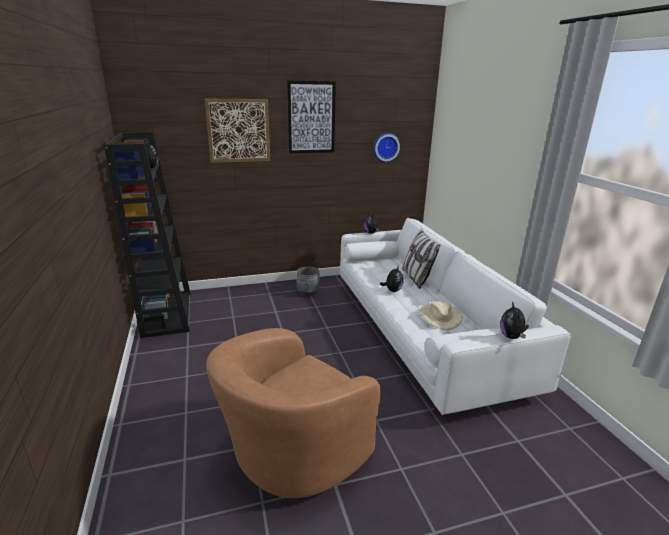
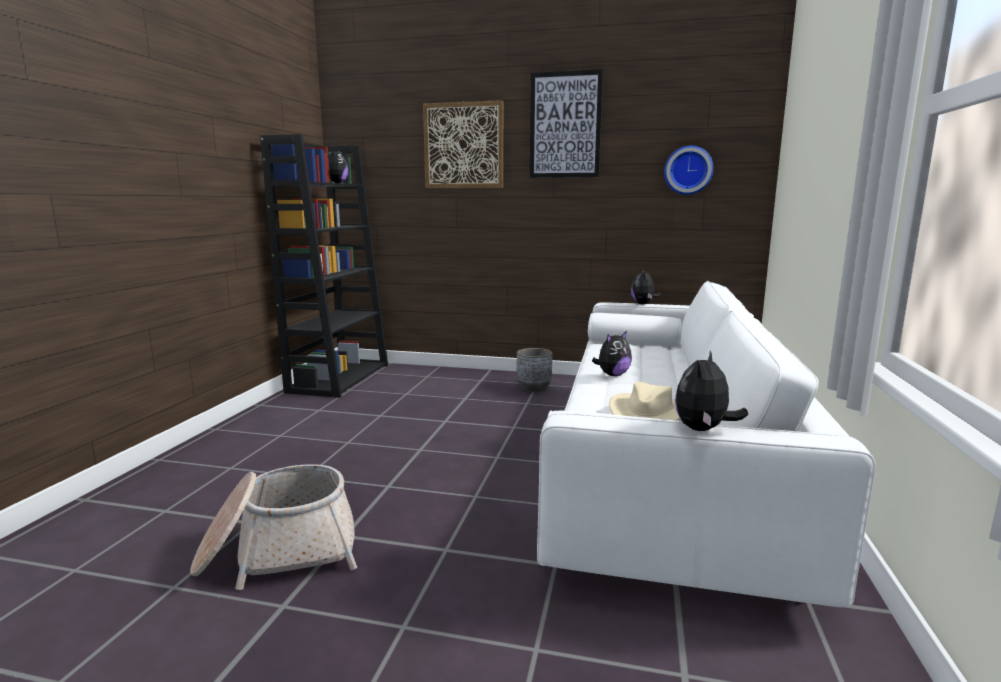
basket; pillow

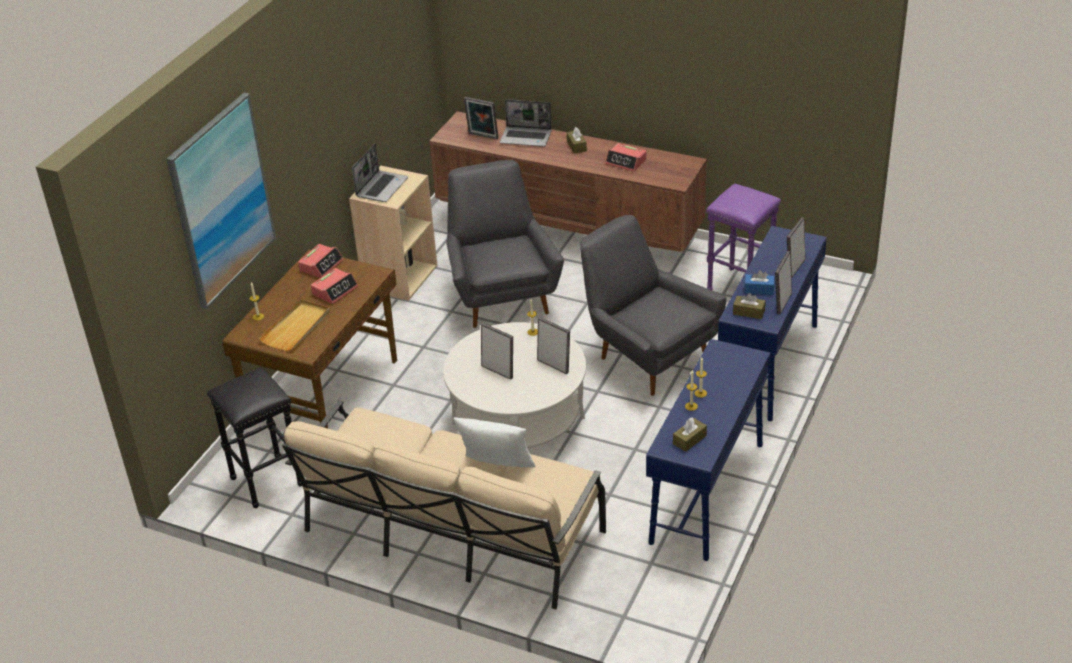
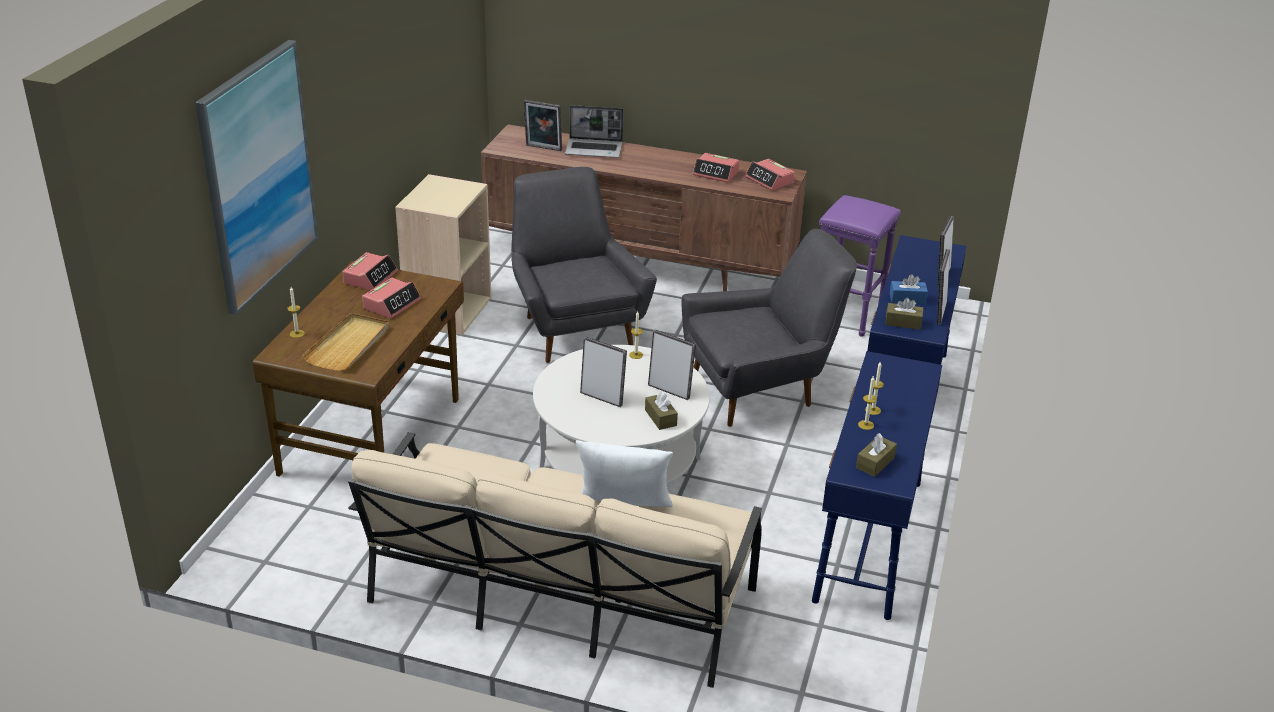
black stool; laptop (1st from left in the first image); brown tissue box (1st from left); grey armchair (2nd from left); alarm clock (4th from left)

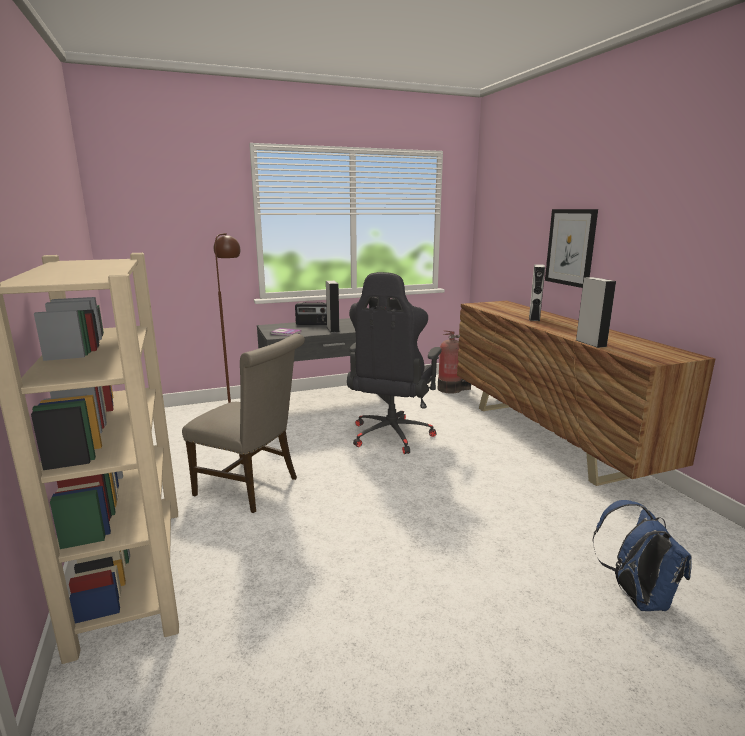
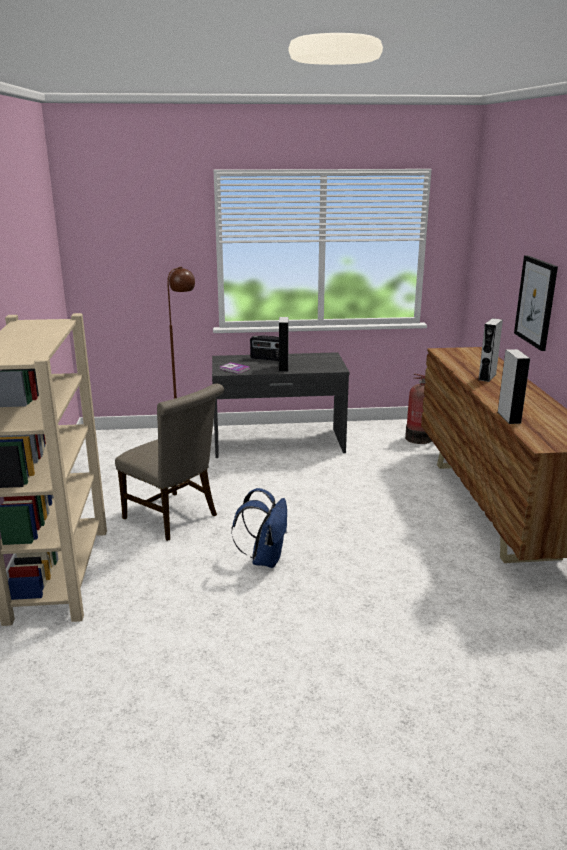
black office chair; blue backpack

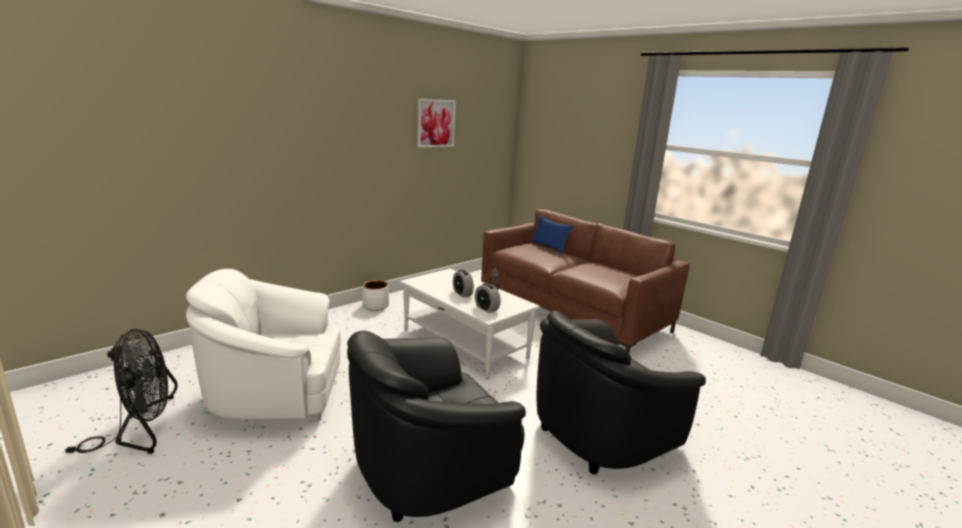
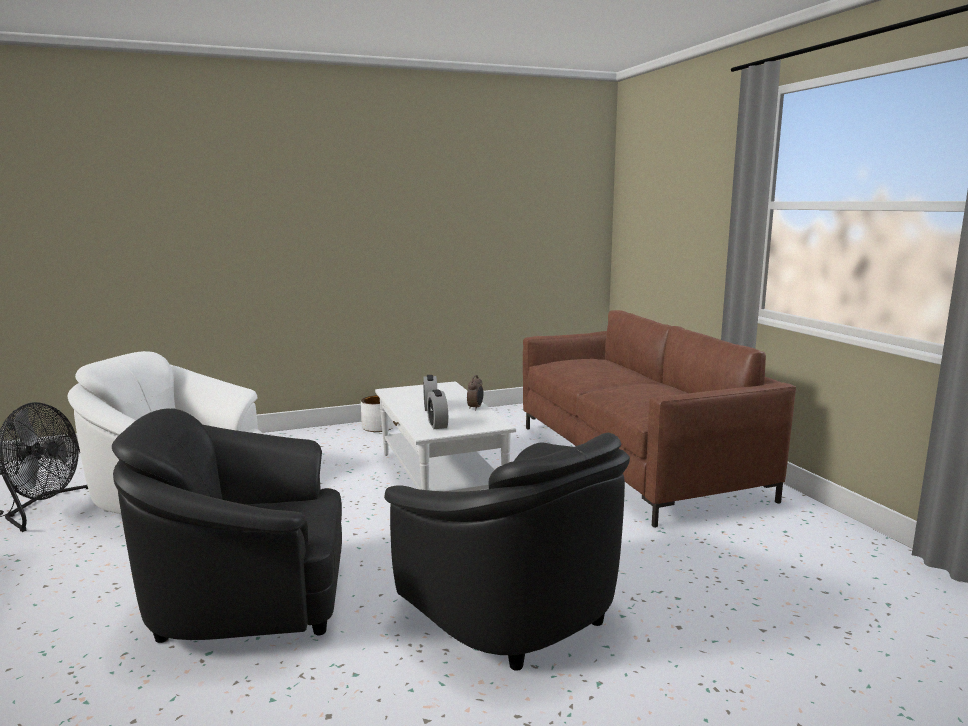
picture; blue pillow; black armchair (2nd from left)

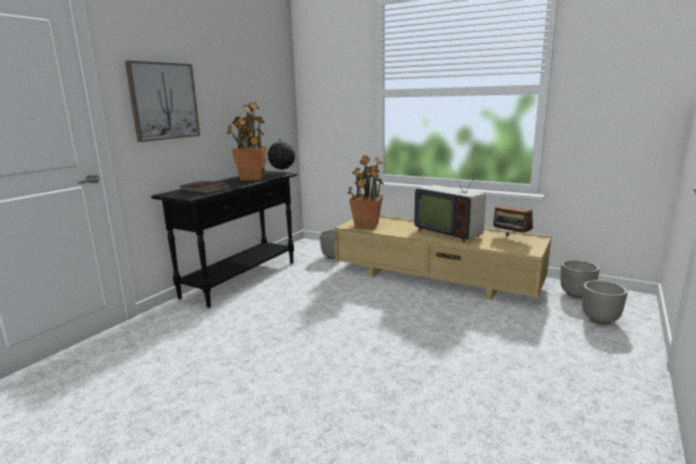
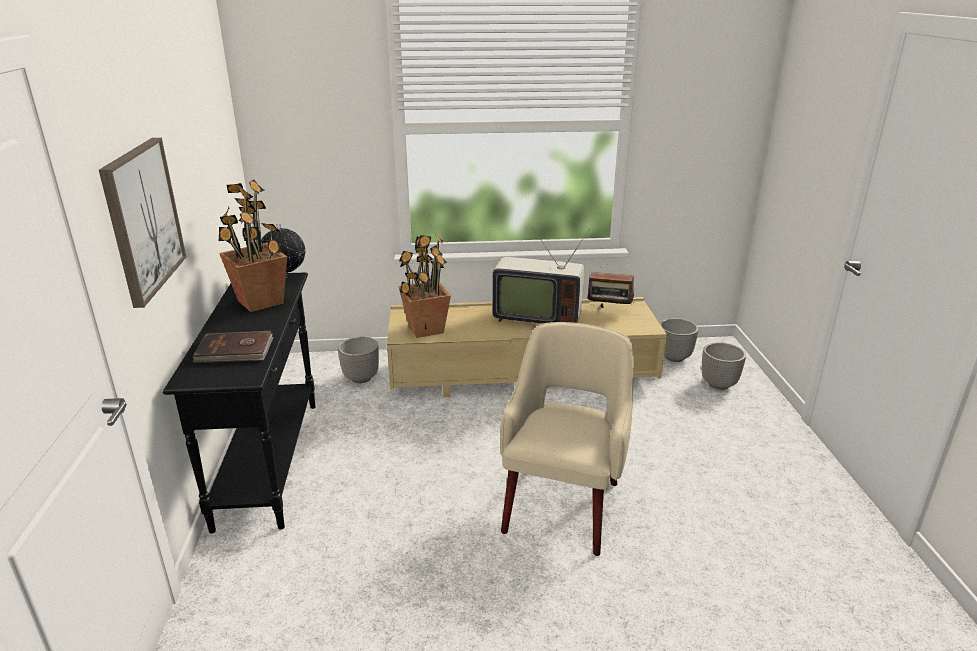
beige armchair

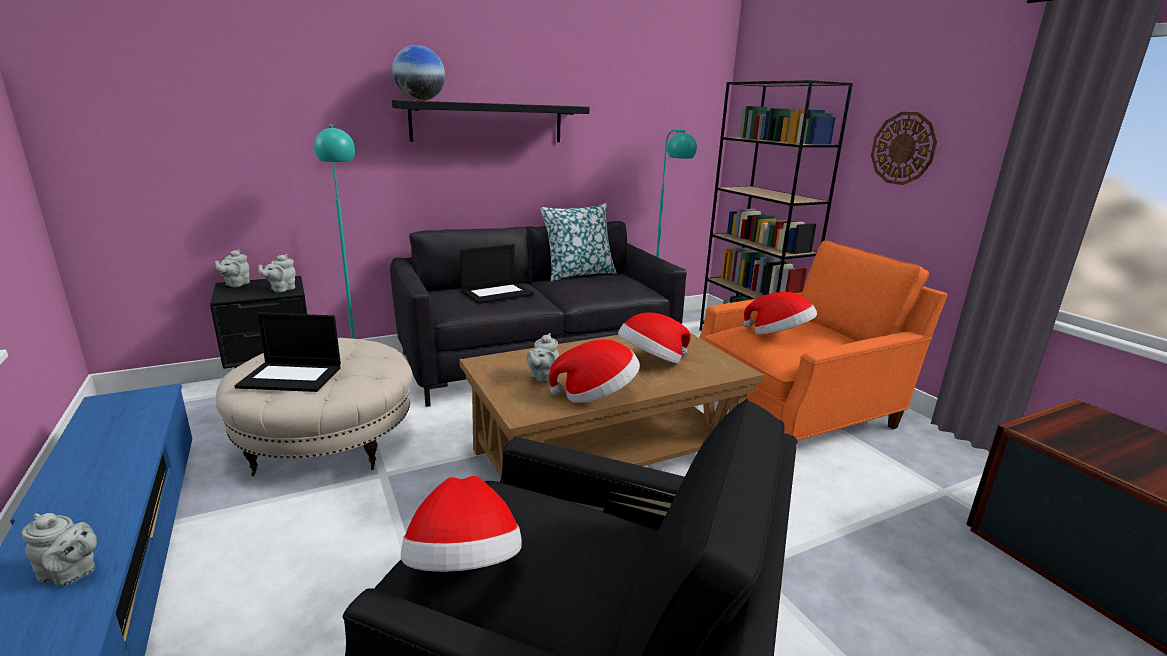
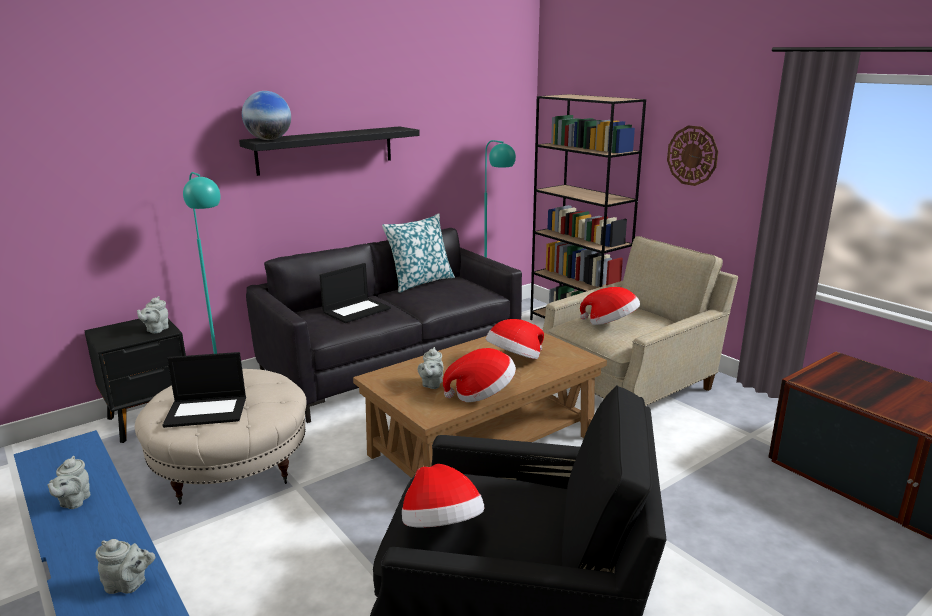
grey teapot (1st from left); beige armchair

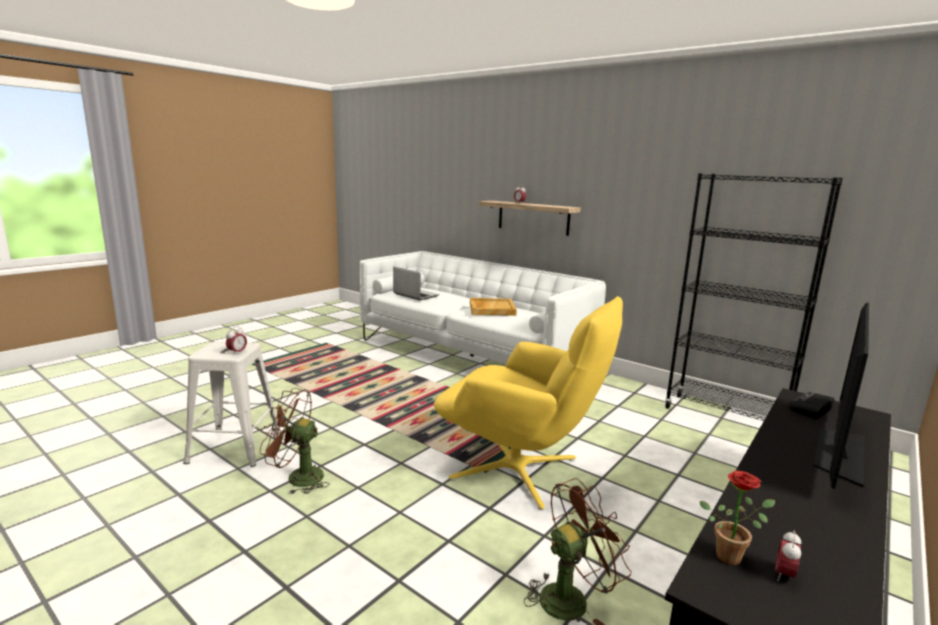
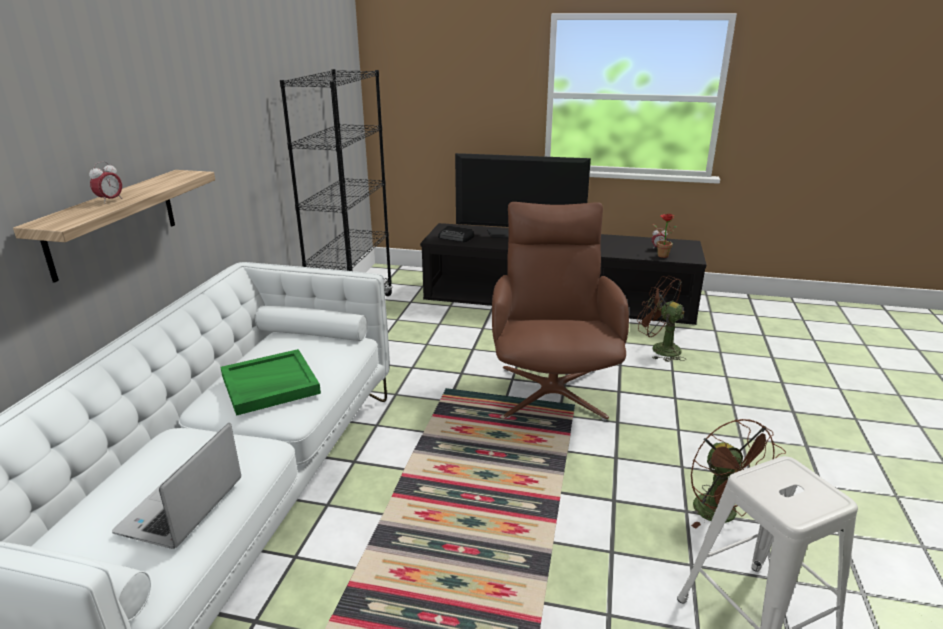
alarm clock (1st from left in the first image); brown armchair; green tray

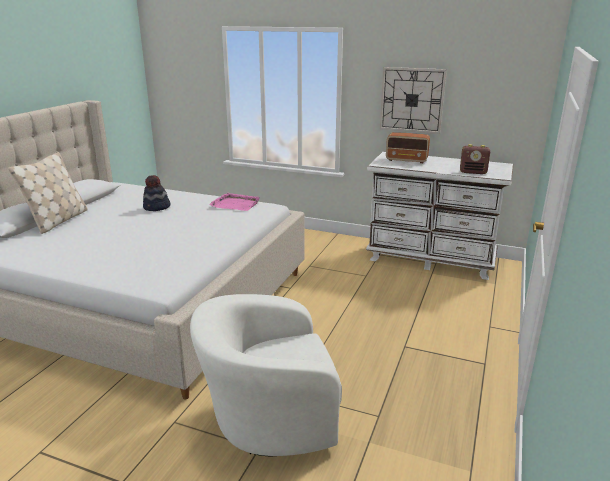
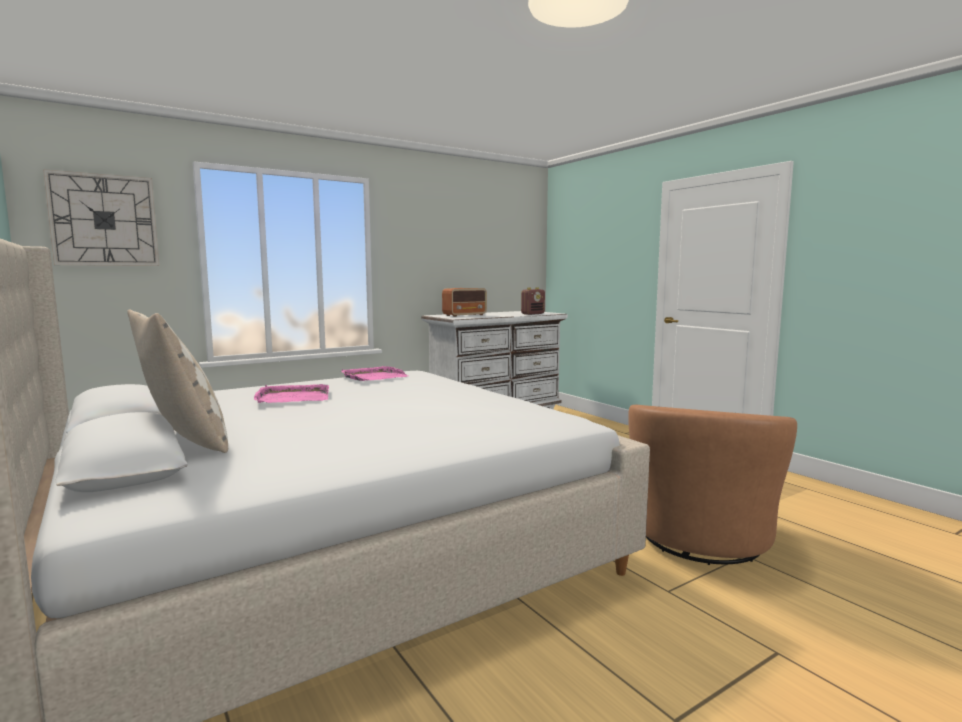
pink tray (1st from left); brown armchair; wall clock

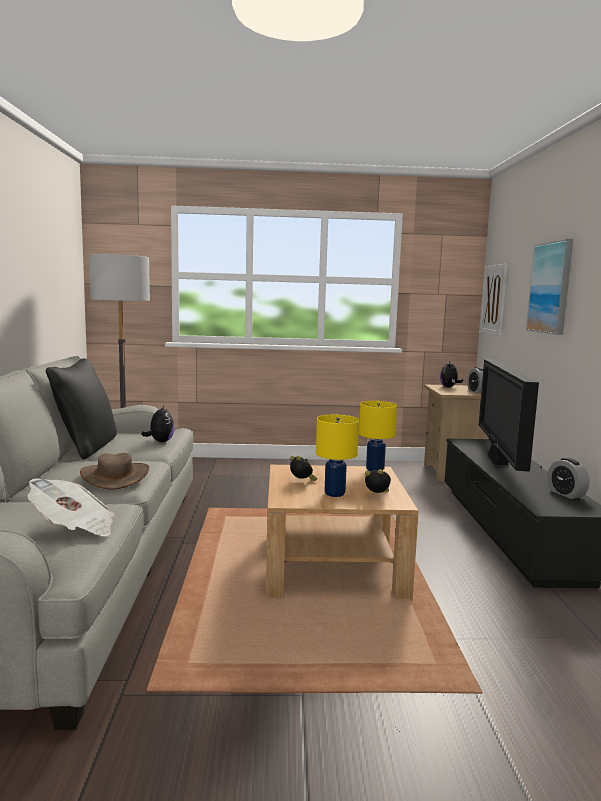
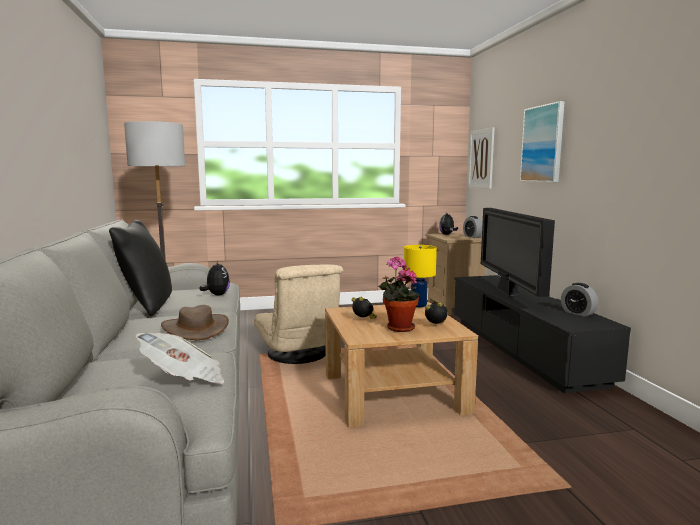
potted plant; beige armchair

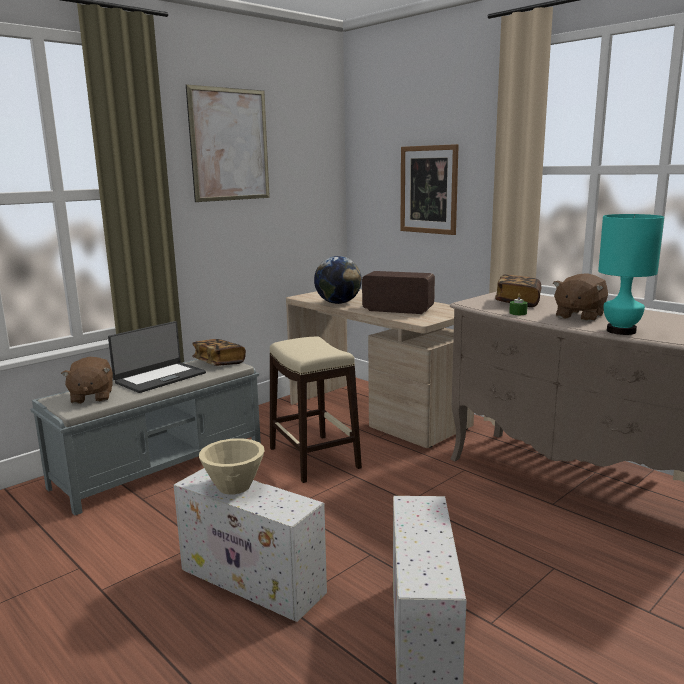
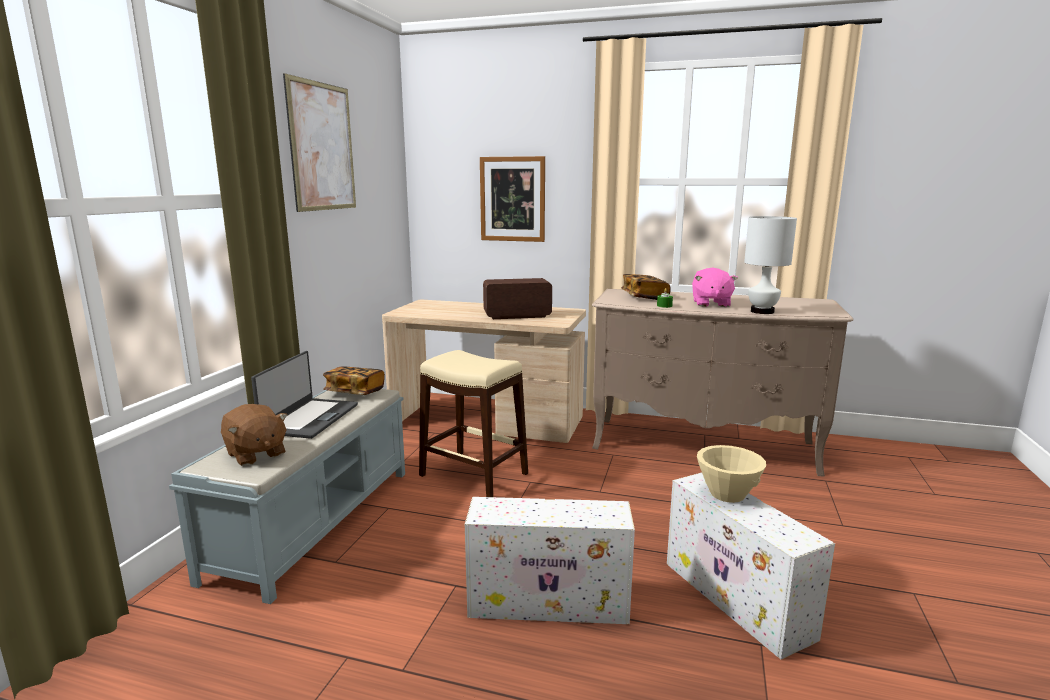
beige bowl; globe; pink plush toy; white table lamp

